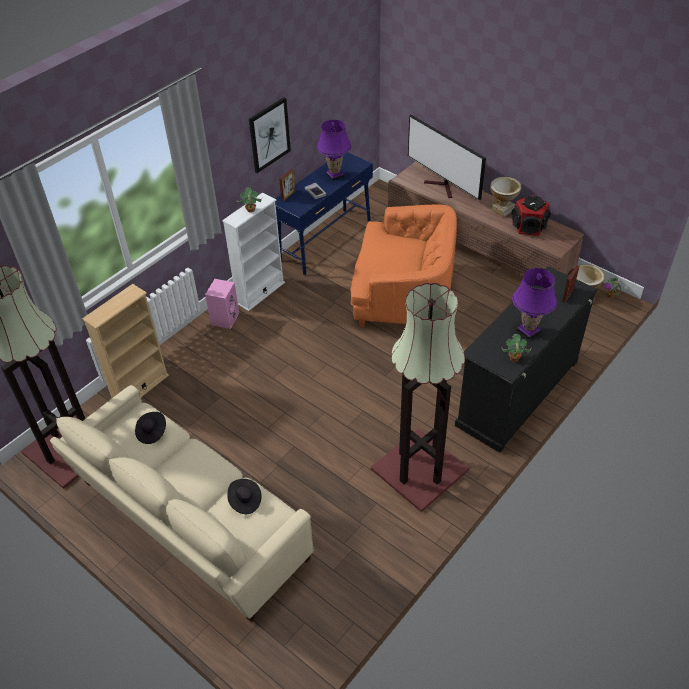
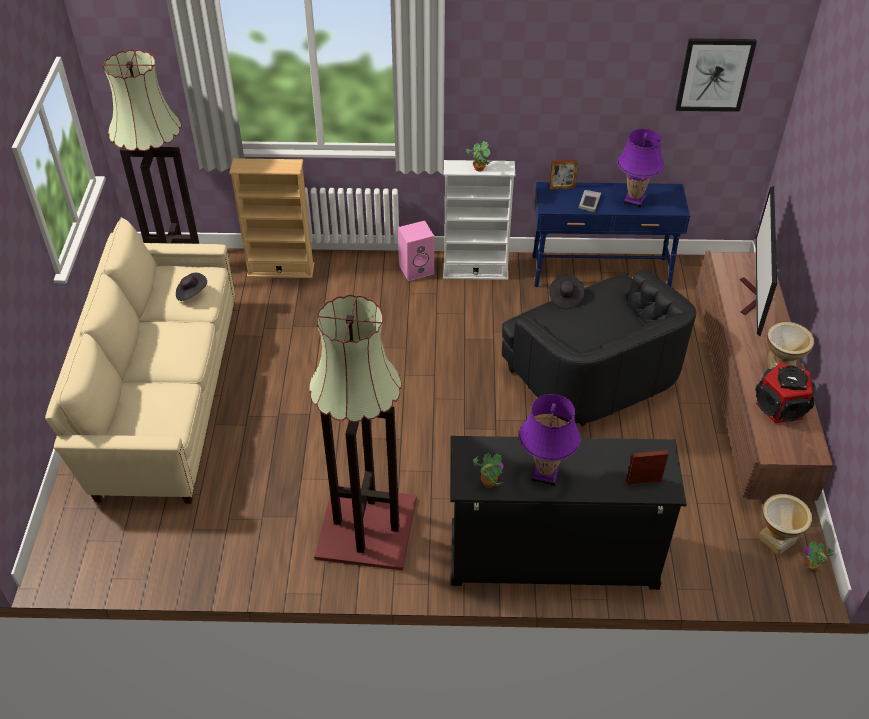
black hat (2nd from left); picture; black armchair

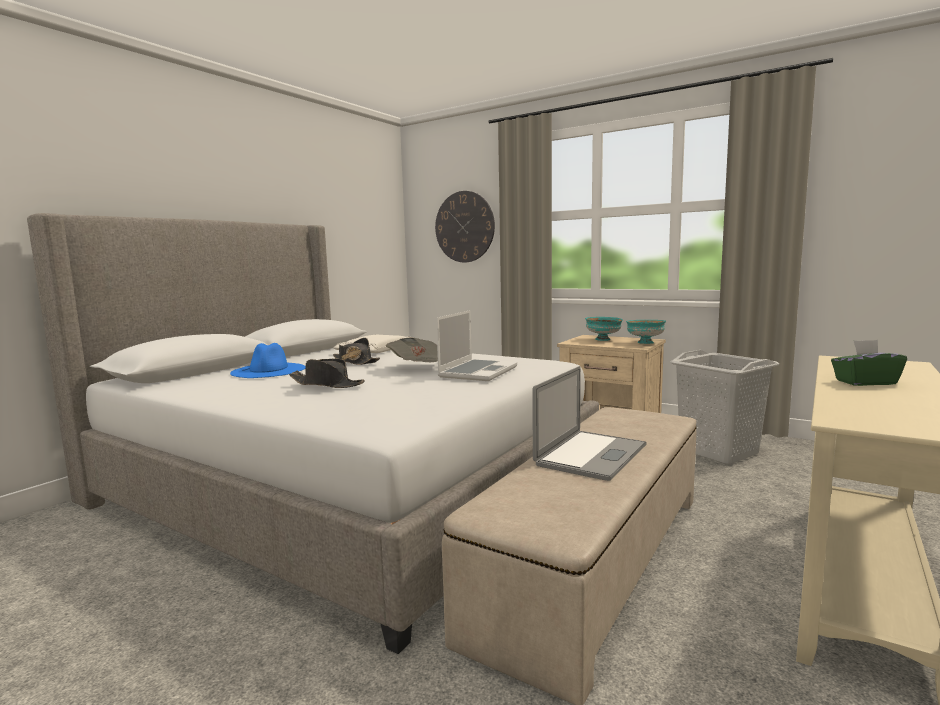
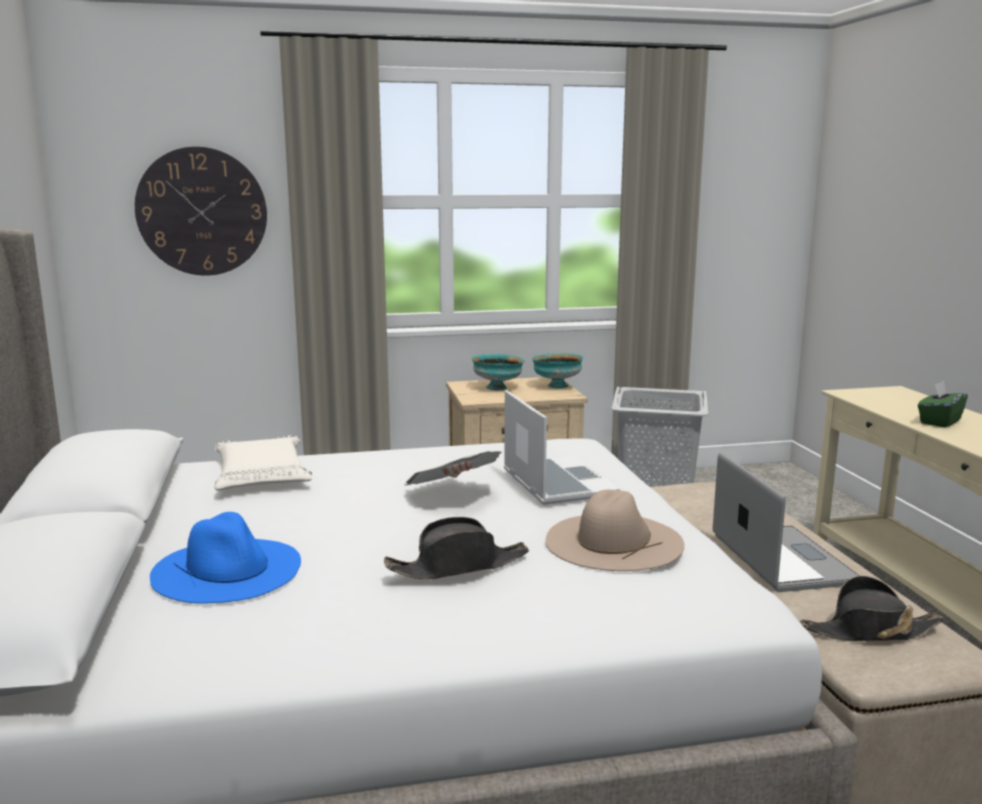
black hat (2nd from left); beige hat

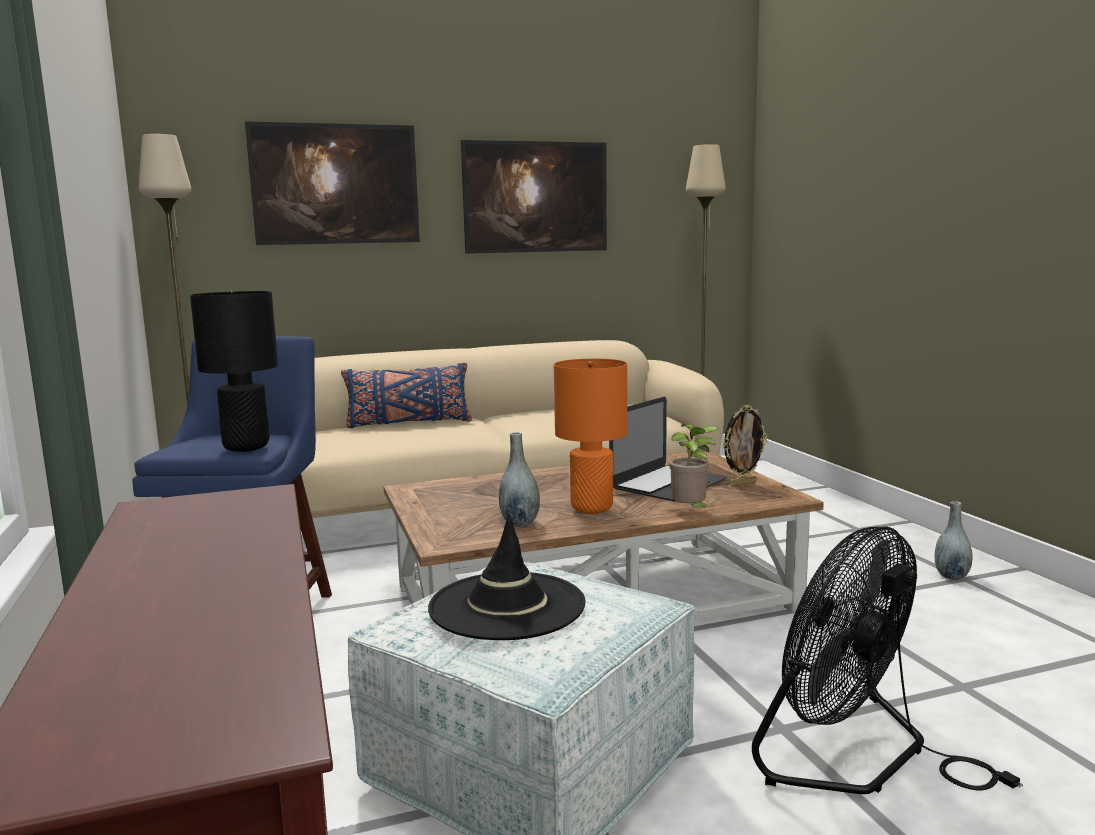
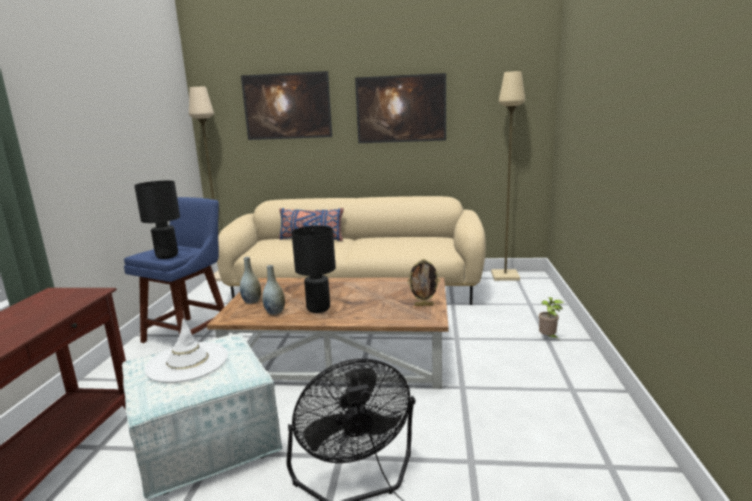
white hat; black table lamp (2nd from left); laptop; potted plant; grey vase (1st from left)

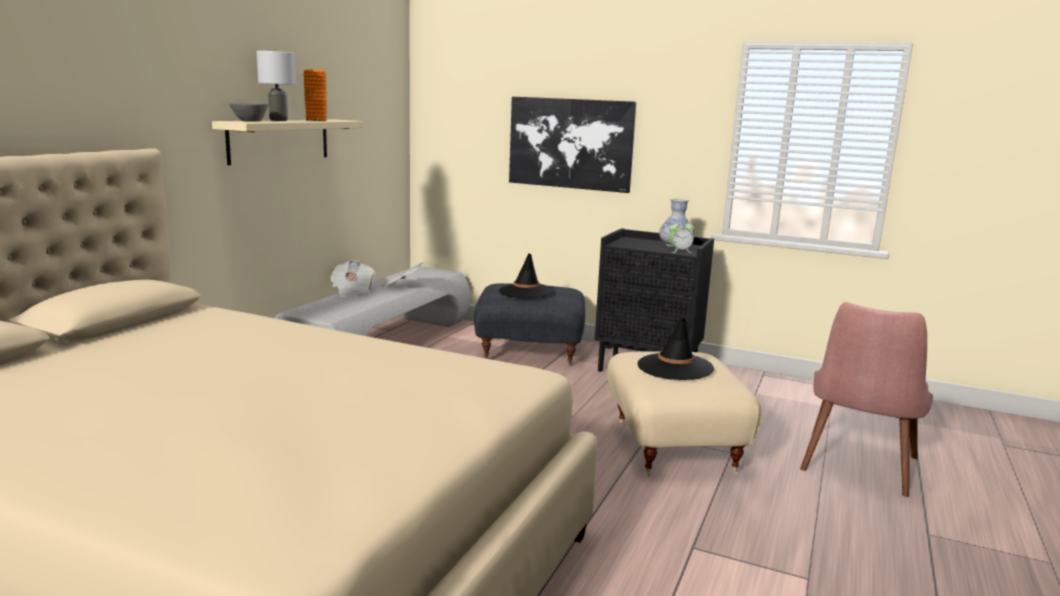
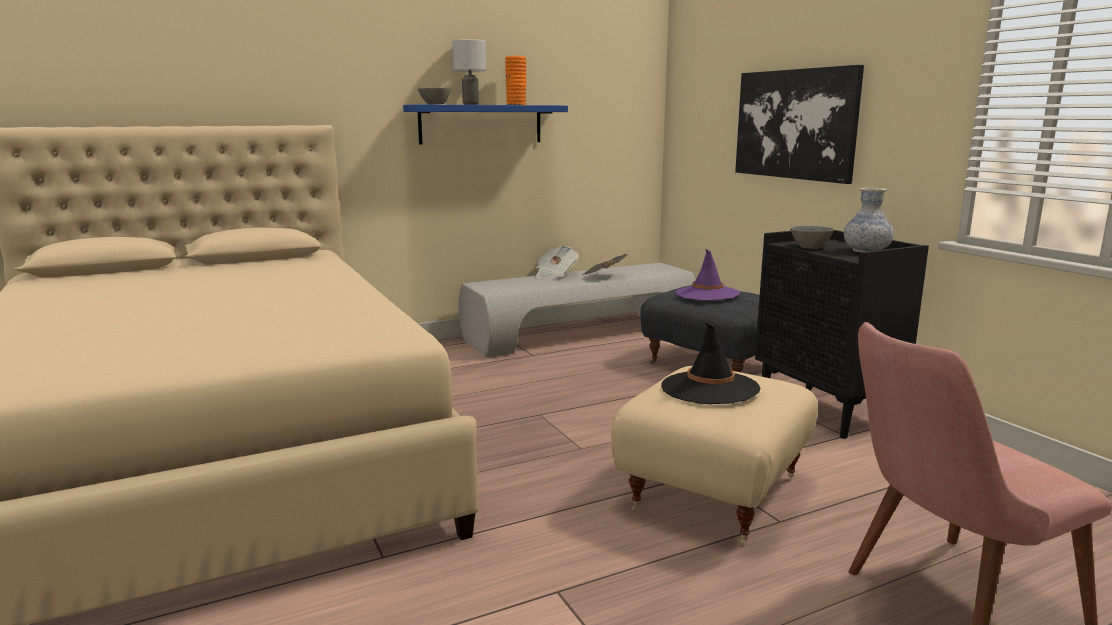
blue shelf; purple hat; alarm clock; grey bowl (2nd from left)

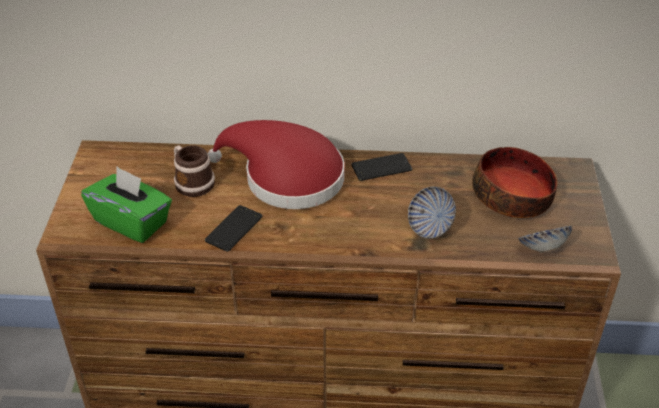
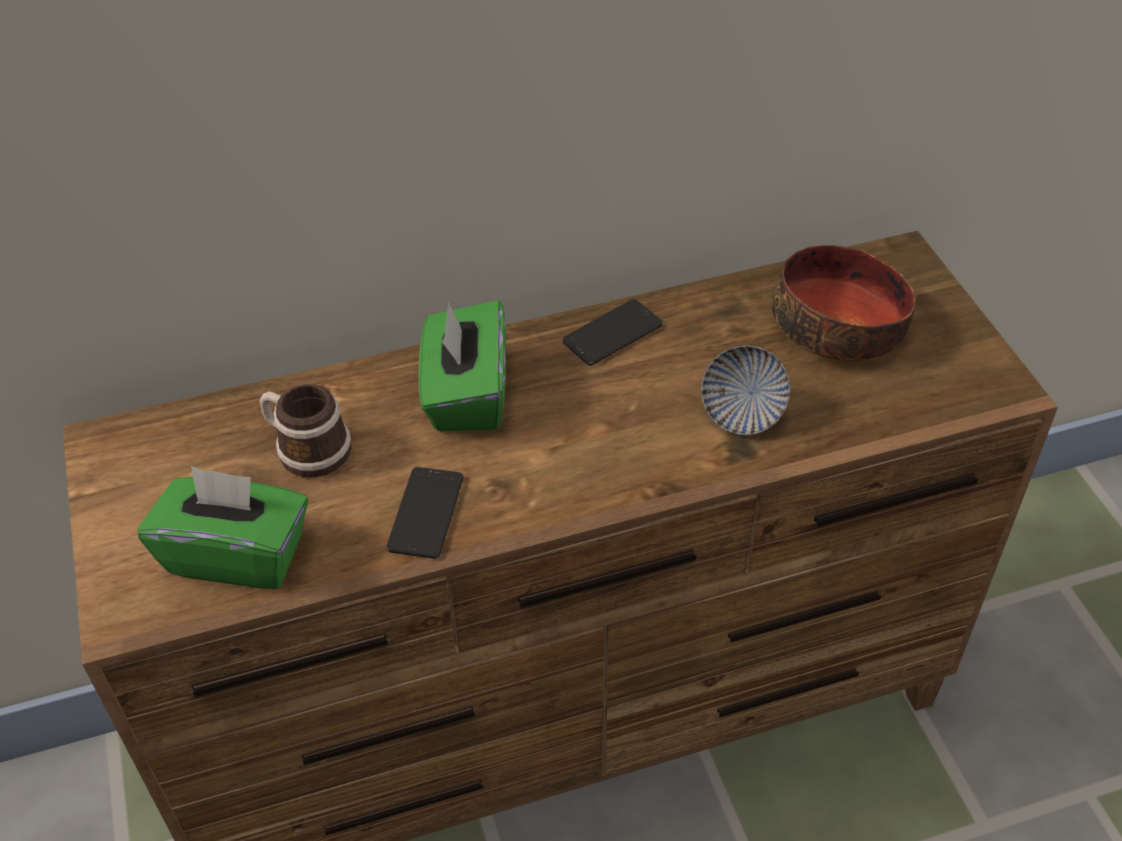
green tissue box (2nd from left); bowl (3rd from left in the first image)

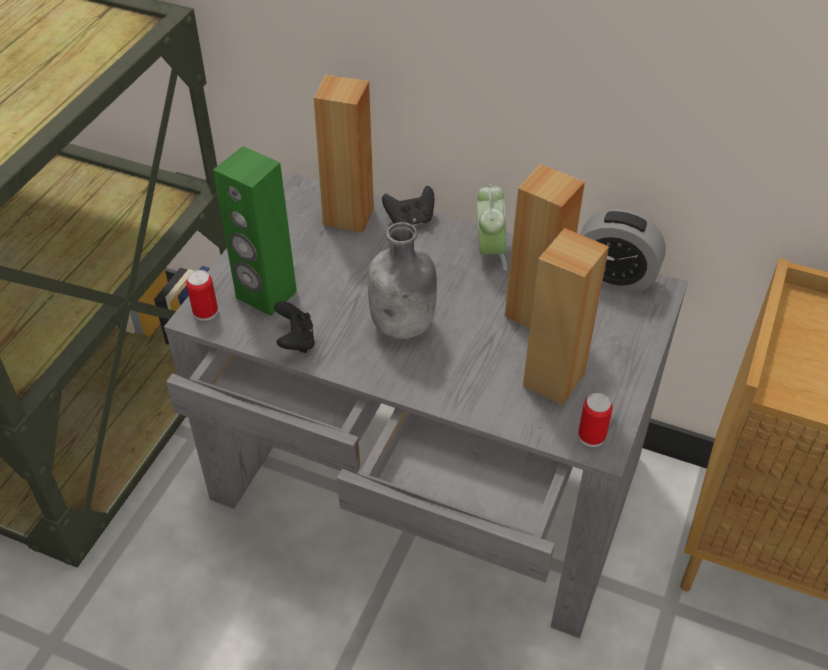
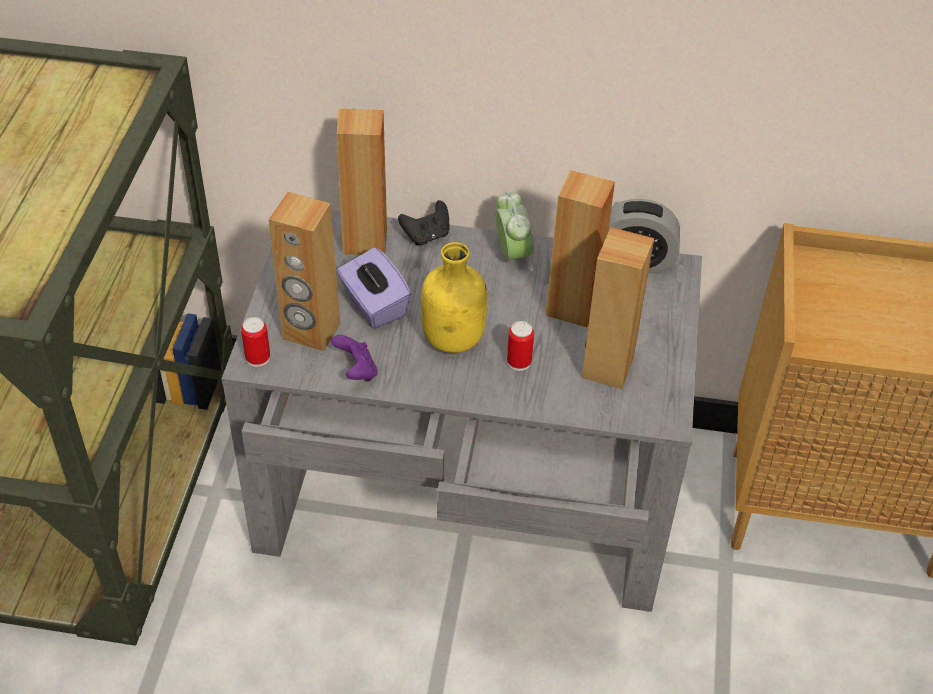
brown speaker (1st from left); purple game controller; yellow bottle; can (2nd from left); purple tissue box

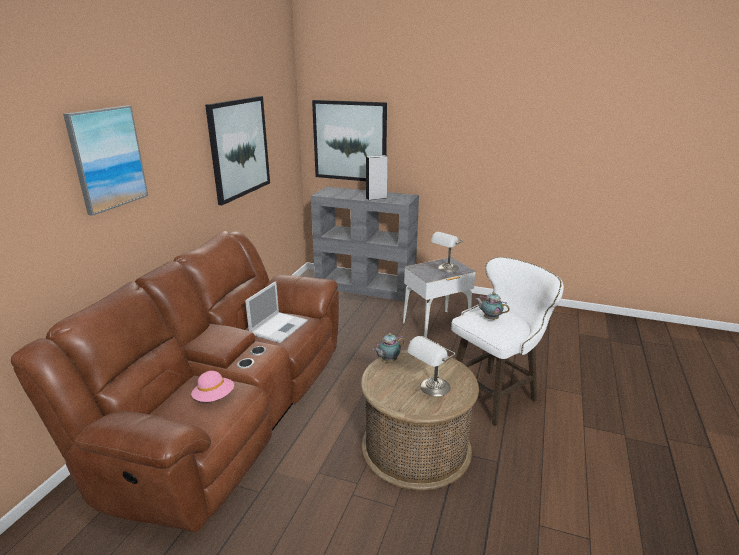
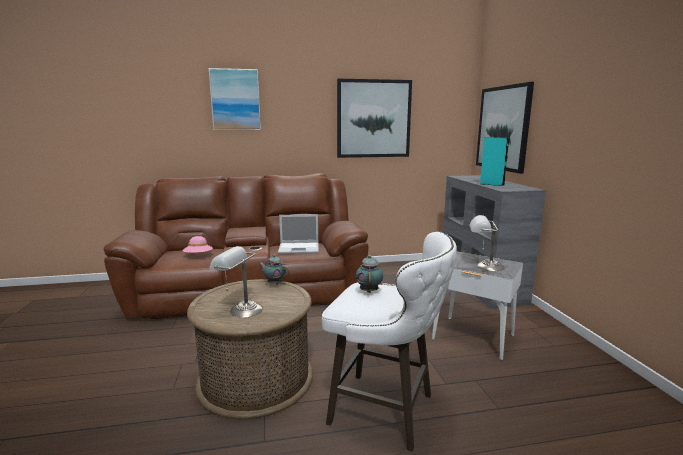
turquoise speaker

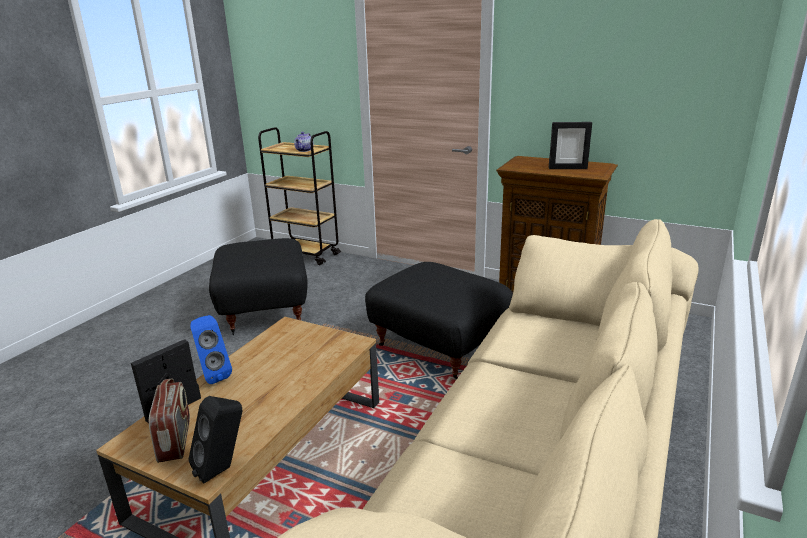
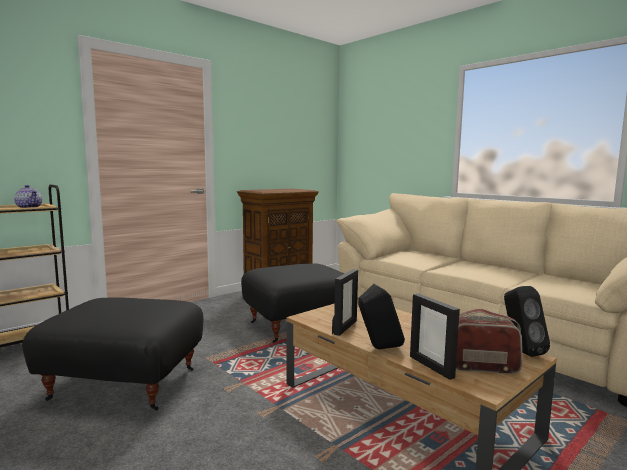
black speaker (1st from left); picture frame (1st from left)

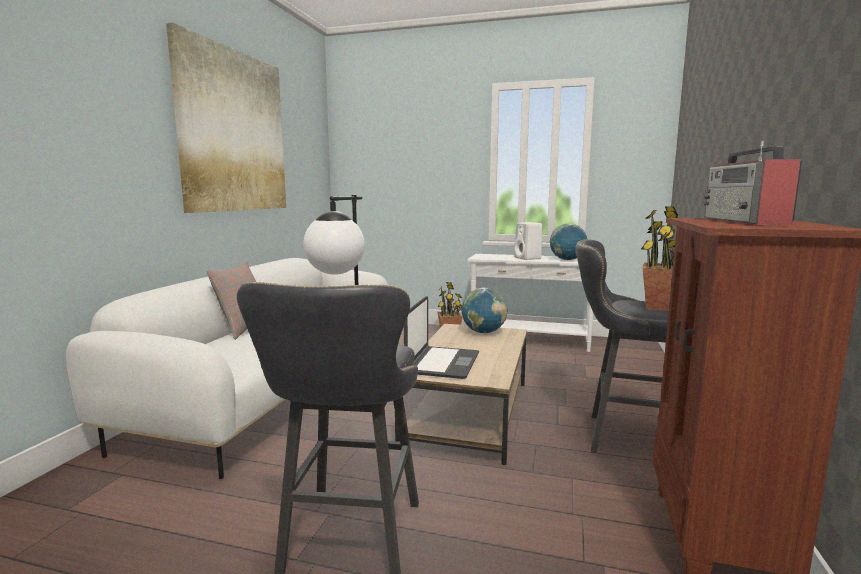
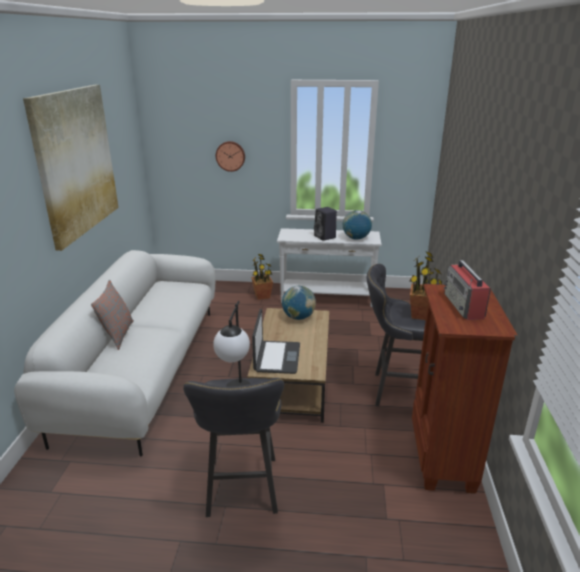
black speaker; wall clock

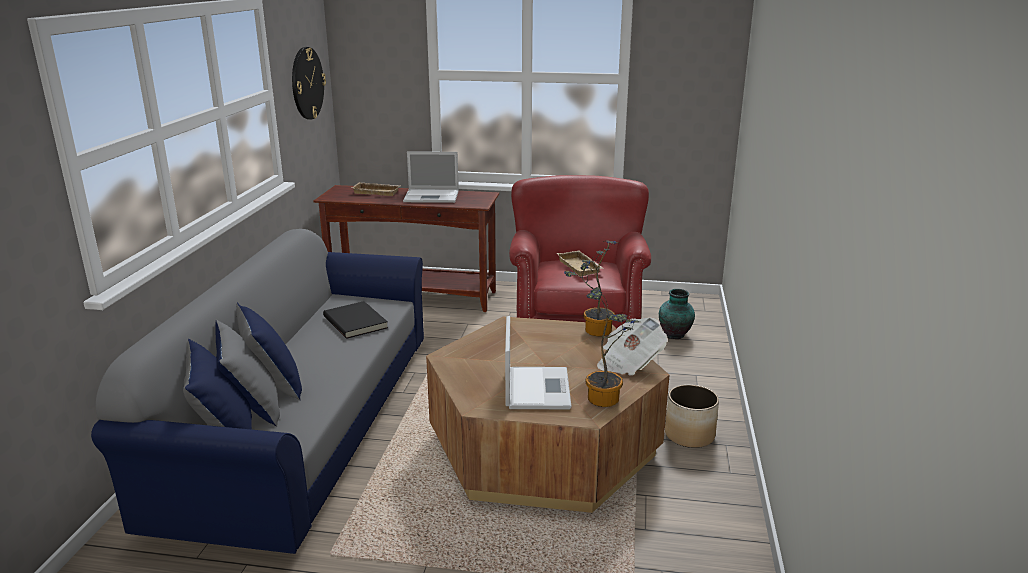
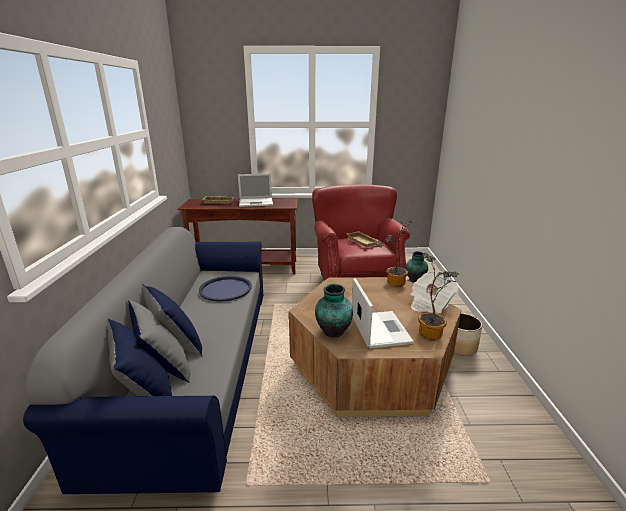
wall clock; blue tray; vase (1st from left)

